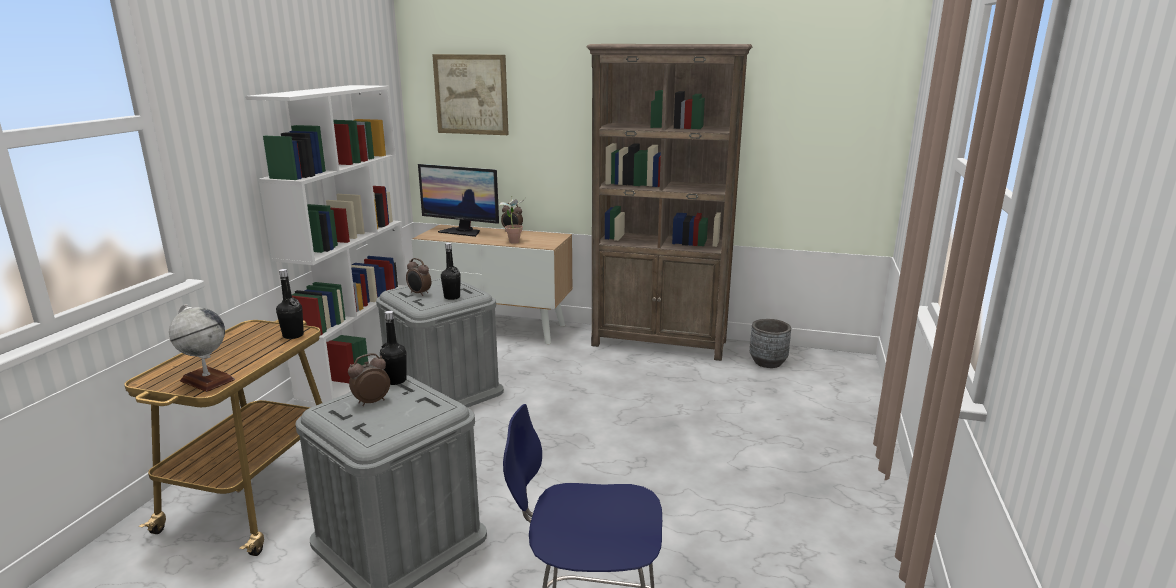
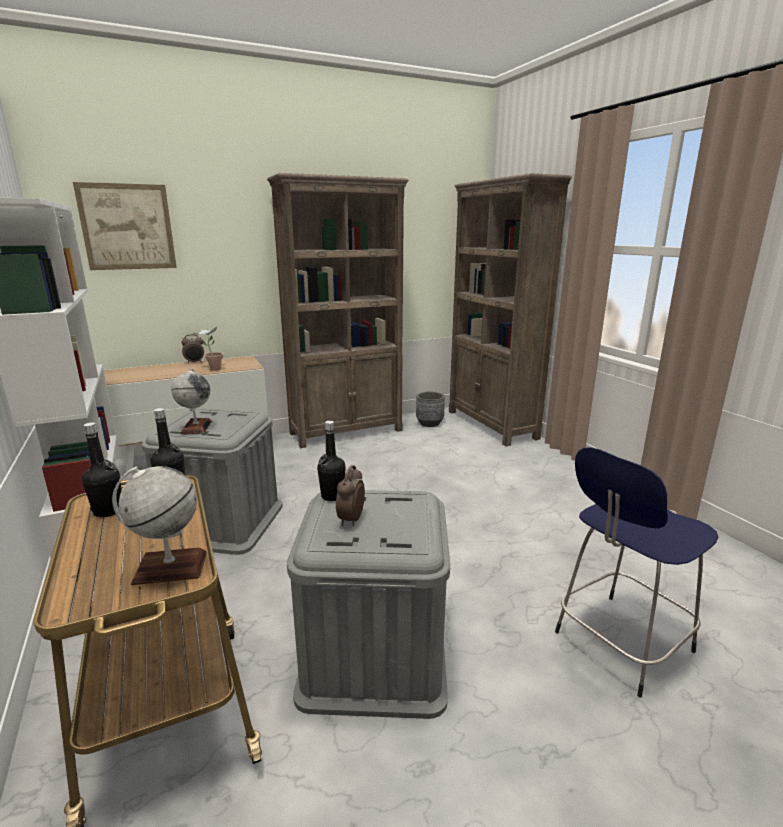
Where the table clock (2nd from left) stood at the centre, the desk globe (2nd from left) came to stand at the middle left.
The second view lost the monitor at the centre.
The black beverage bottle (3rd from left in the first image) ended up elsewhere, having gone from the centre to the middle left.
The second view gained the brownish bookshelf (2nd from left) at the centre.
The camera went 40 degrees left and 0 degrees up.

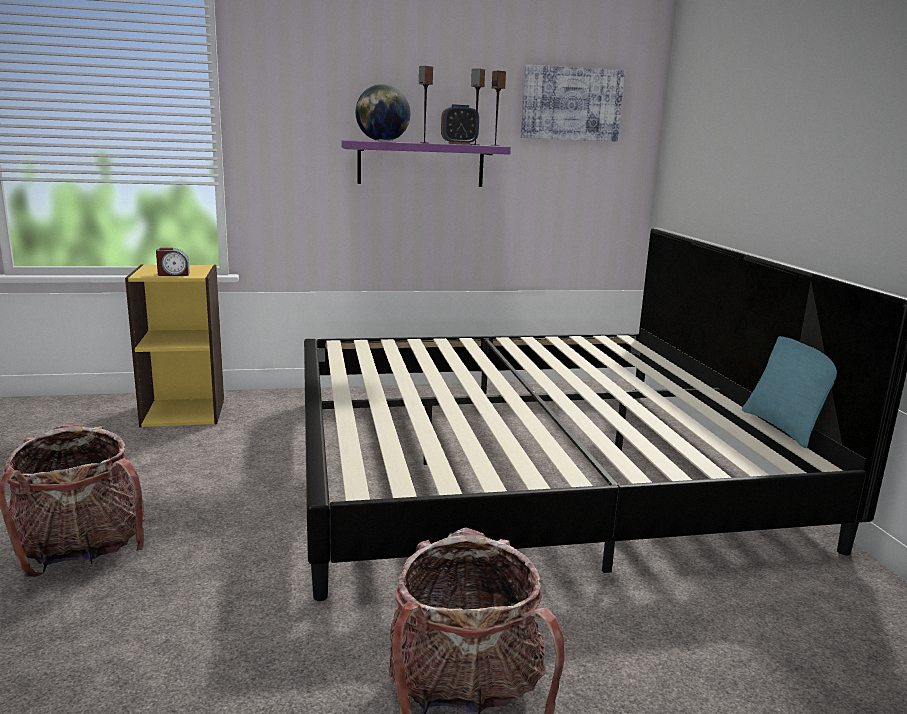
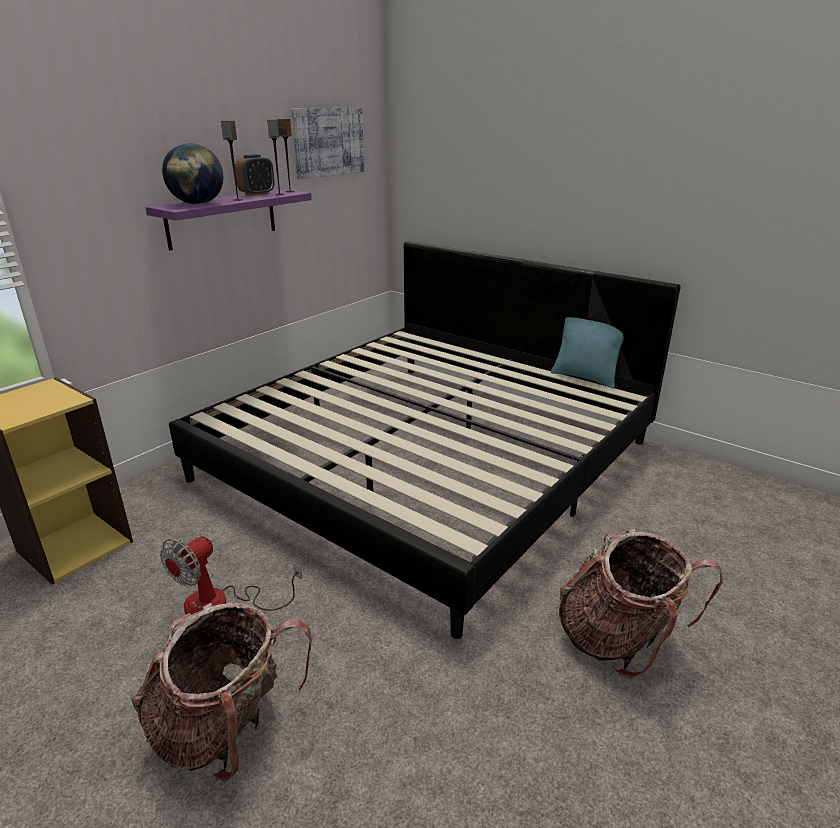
The second view lost the table clock (1st from left) at the middle left.
The second view gained the cooling fan at the bottom left.
The camera went 40 degrees left and 10 degrees up.

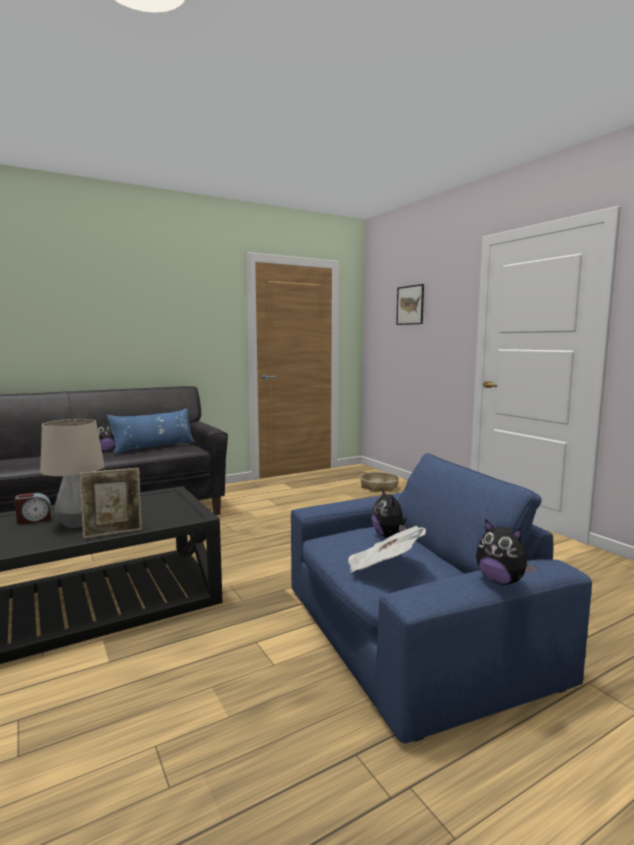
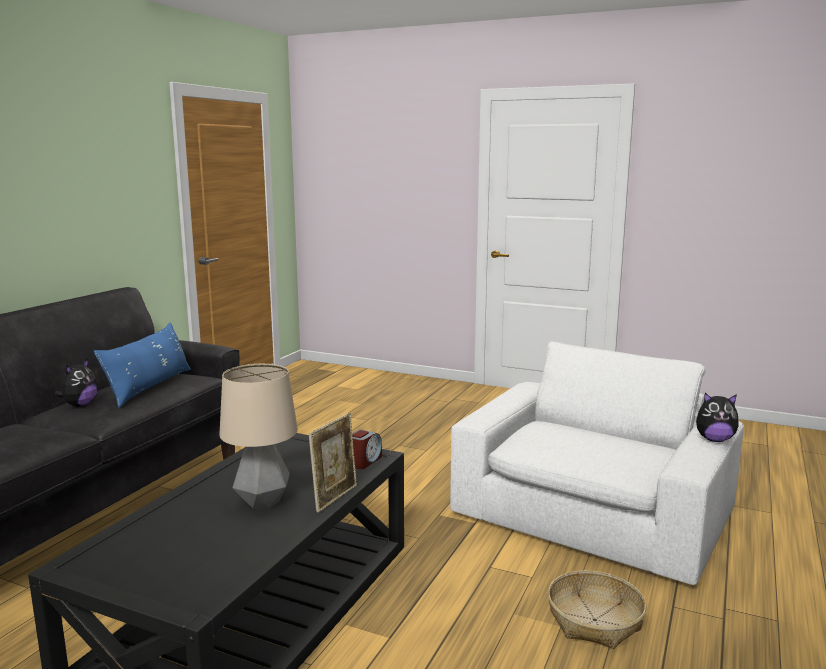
The table clock ended up elsewhere, having gone from the middle left to the bottom centre.
What was the blue armchair at the bottom right turned into the white-coloured armchair at the bottom right.
The second view lost the newspaper at the centre.
The storage basket ended up elsewhere, having gone from the centre to the bottom right.
The second view lost the cuddly toy (2nd from left) at the centre.
The second view lost the picture at the centre.
The camera went 35 degrees left and 5 degrees up.

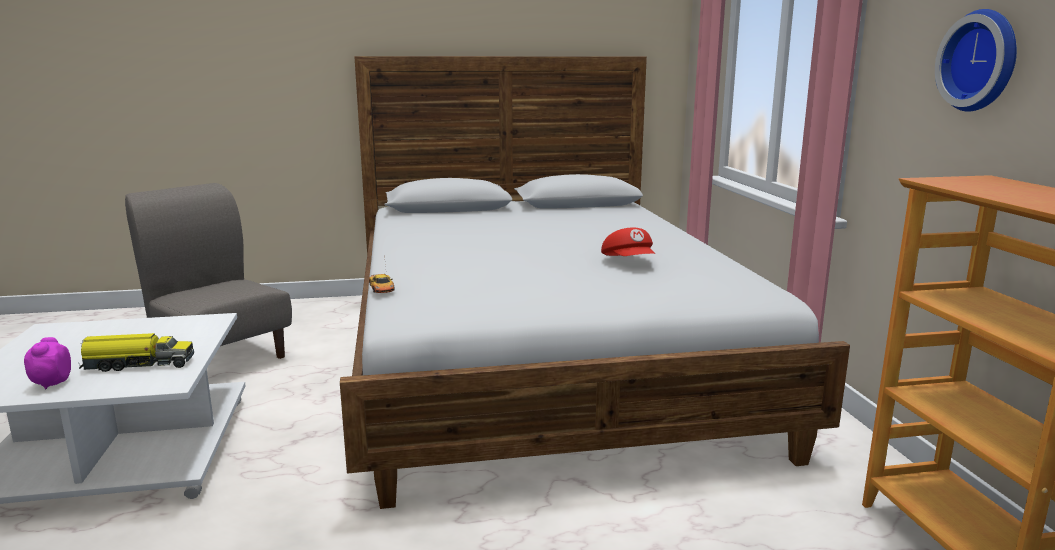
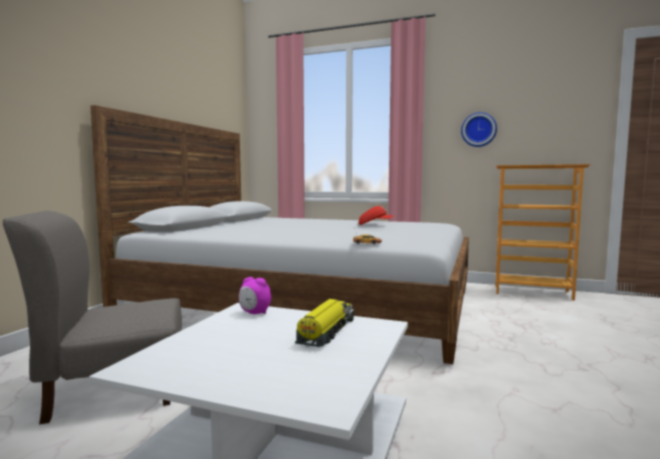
The table clock ended up elsewhere, having gone from the middle left to the centre.
The camera went 60 degrees left and 10 degrees down.

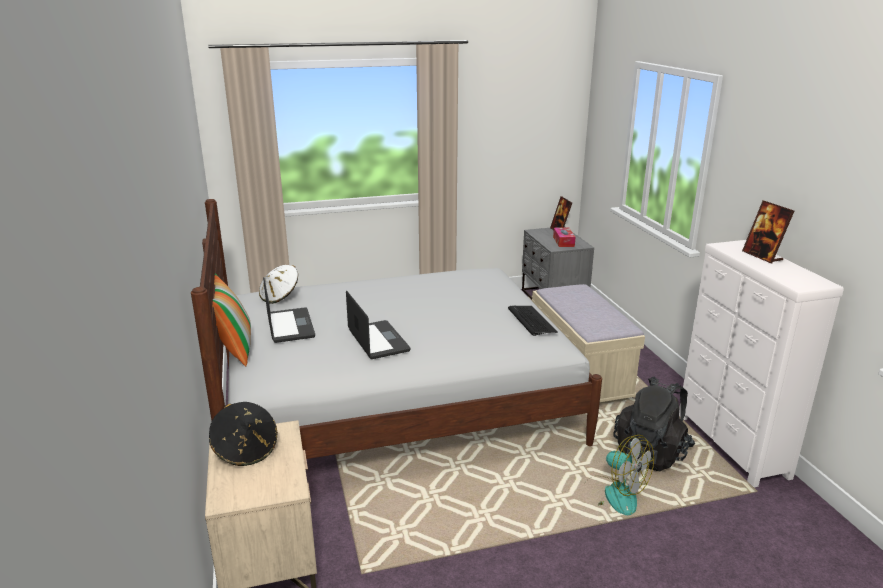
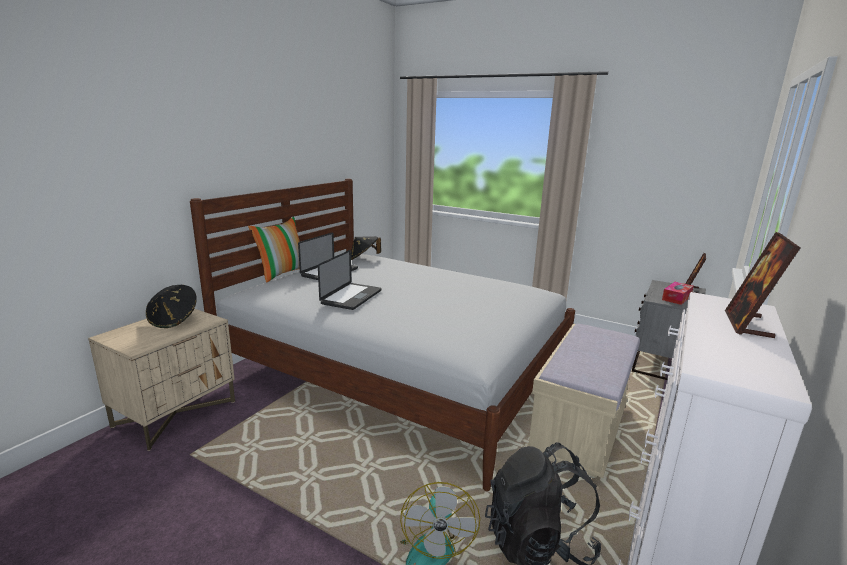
What was the white-coloured clothing hat at the middle left turned into the black clothing hat (2nd from left) at the centre.
The second view lost the keyboard at the centre.
The camera went 45 degrees right and 5 degrees down.

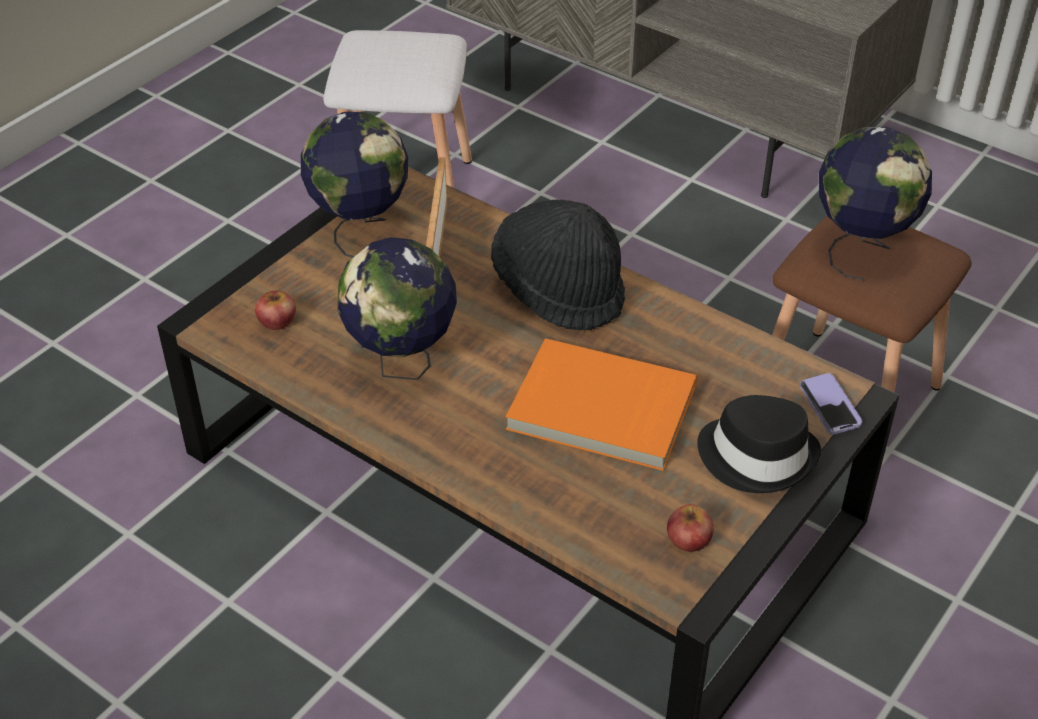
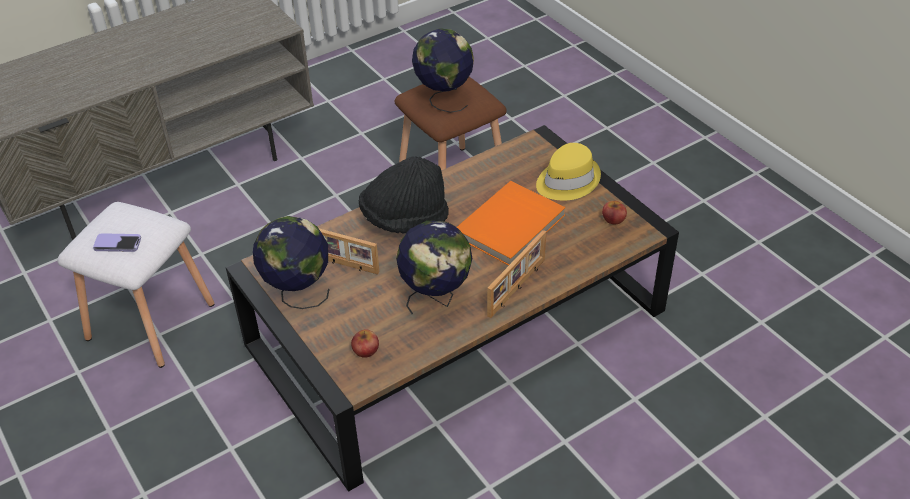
What was the black clothing hat (2nd from left) at the middle right turned into the yellow-coloured clothing hat at the centre.
The telephone ended up elsewhere, having gone from the middle right to the middle left.
The second view gained the picture frame (2nd from left) at the centre.
The camera went 70 degrees left and 0 degrees up.

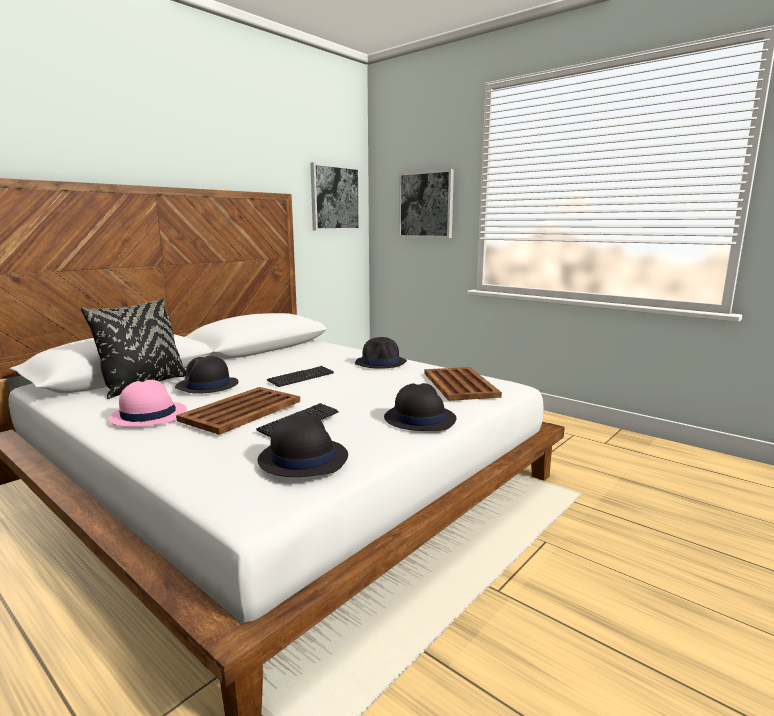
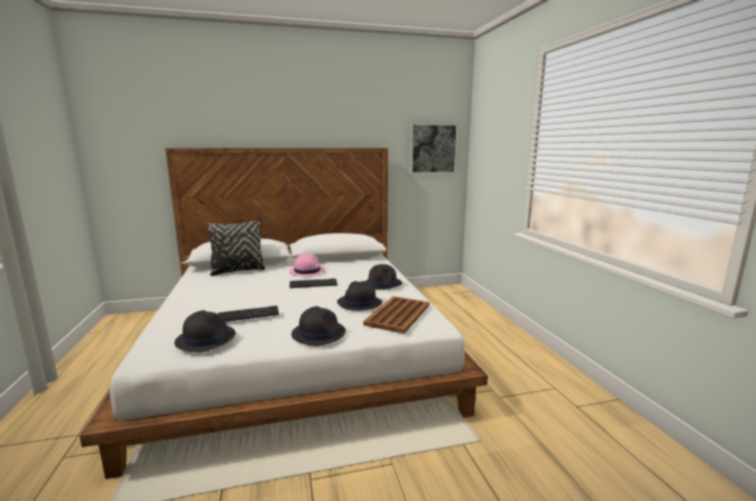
The pinkish clothing hat ended up elsewhere, having gone from the middle left to the centre.
The black clothing hat (1st from left in the first image) ended up elsewhere, having gone from the middle left to the centre.
The second view lost the brownish serving tray (1st from left) at the middle left.
The second view lost the picture (2nd from left) at the top centre.
The camera went 35 degrees right and 0 degrees up.

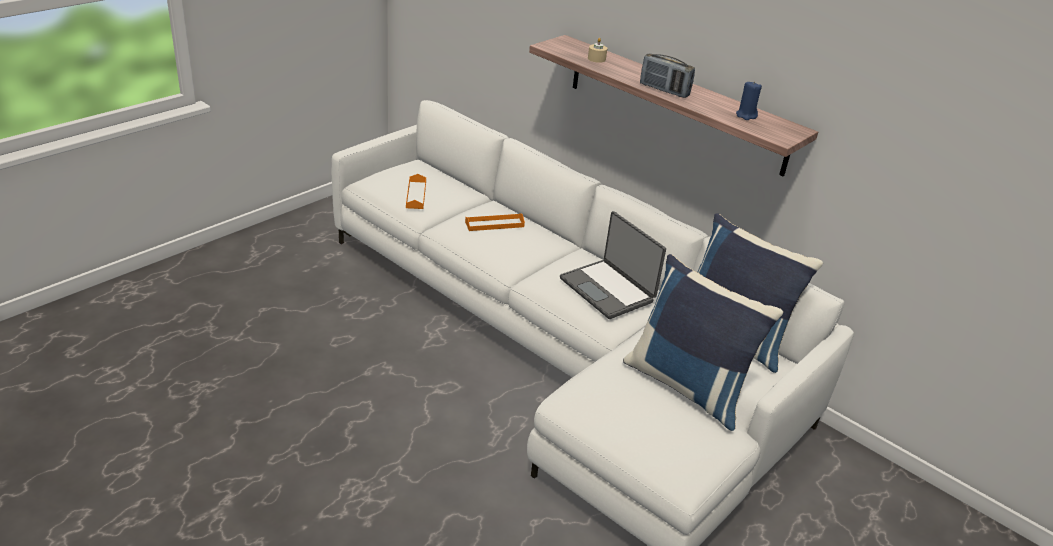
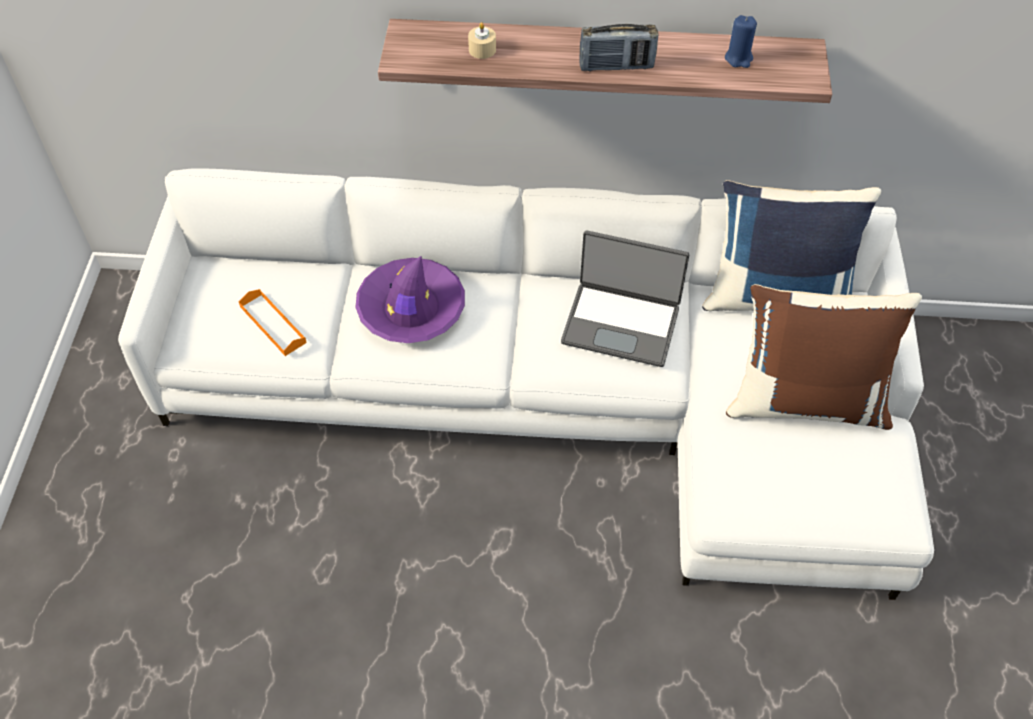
Where the orange serving tray (2nd from left) stood at the centre, the purple-coloured clothing hat came to stand at the centre.
What was the blue pillow (1st from left) at the middle right turned into the brownish pillow at the middle right.
The camera went 35 degrees left and 20 degrees up.

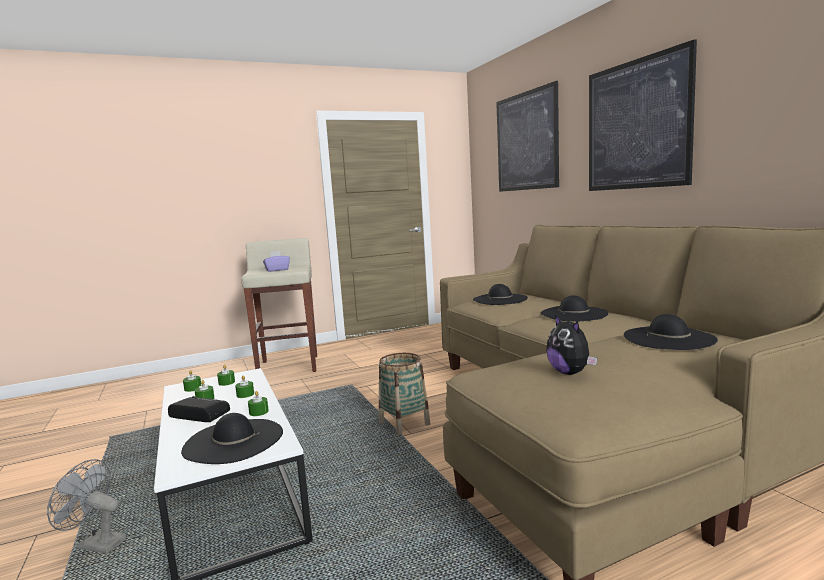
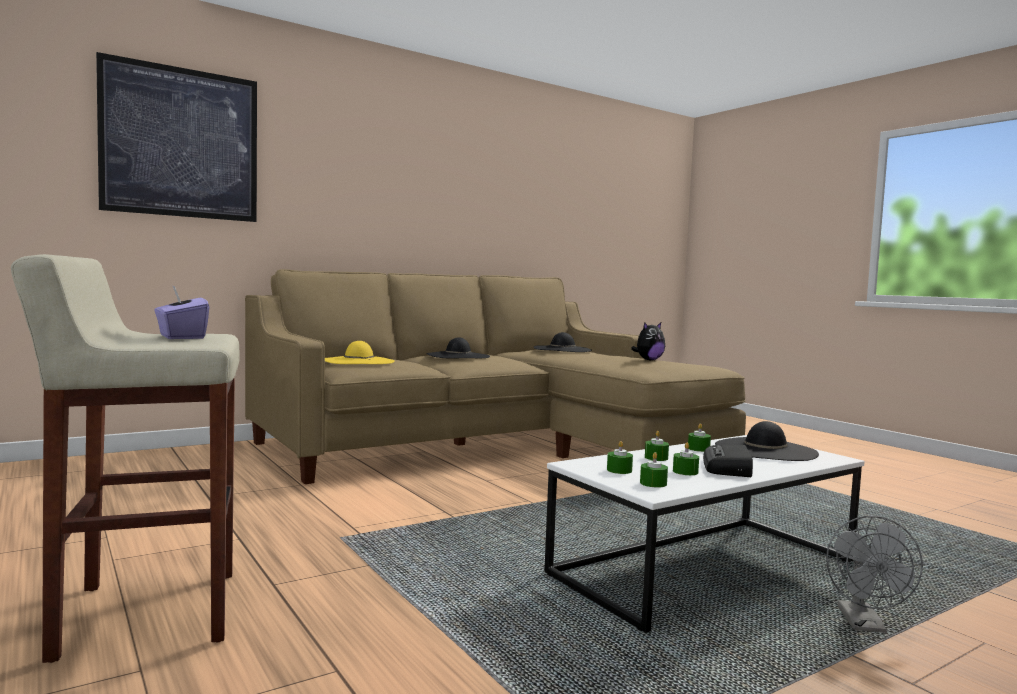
The second view lost the storage basket at the bottom centre.
What was the black clothing hat (2nd from left) at the centre turned into the yellow-coloured clothing hat at the centre.
The second view lost the picture (2nd from left) at the top right.
The camera went 100 degrees left and 5 degrees down.

